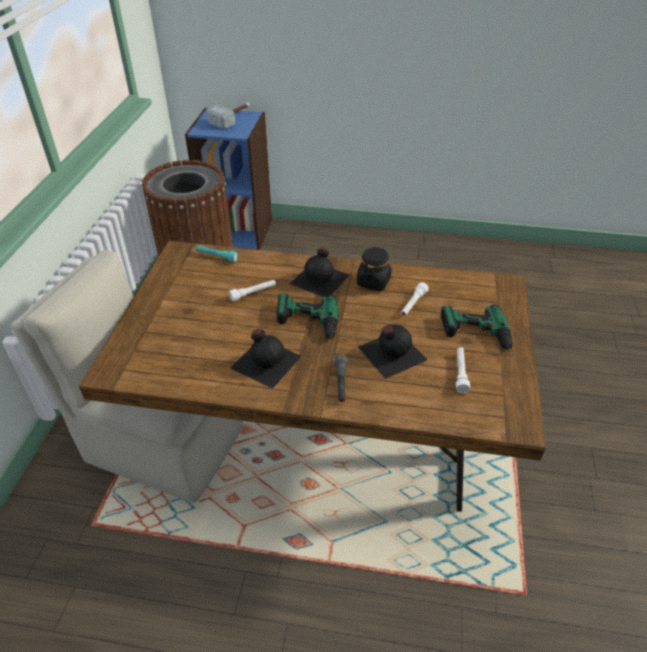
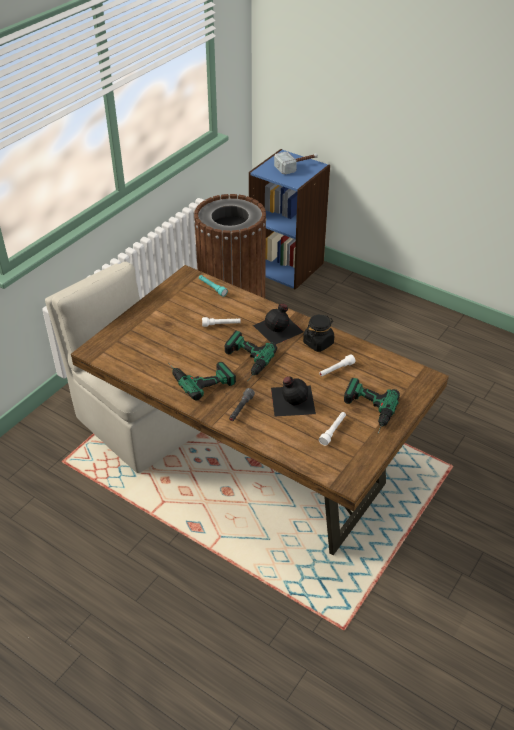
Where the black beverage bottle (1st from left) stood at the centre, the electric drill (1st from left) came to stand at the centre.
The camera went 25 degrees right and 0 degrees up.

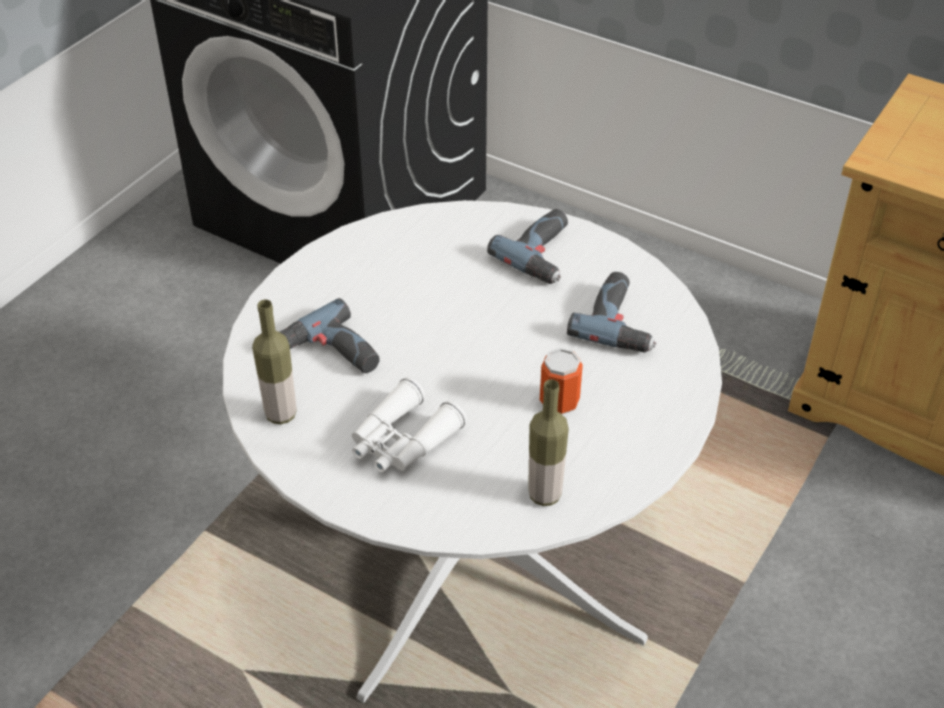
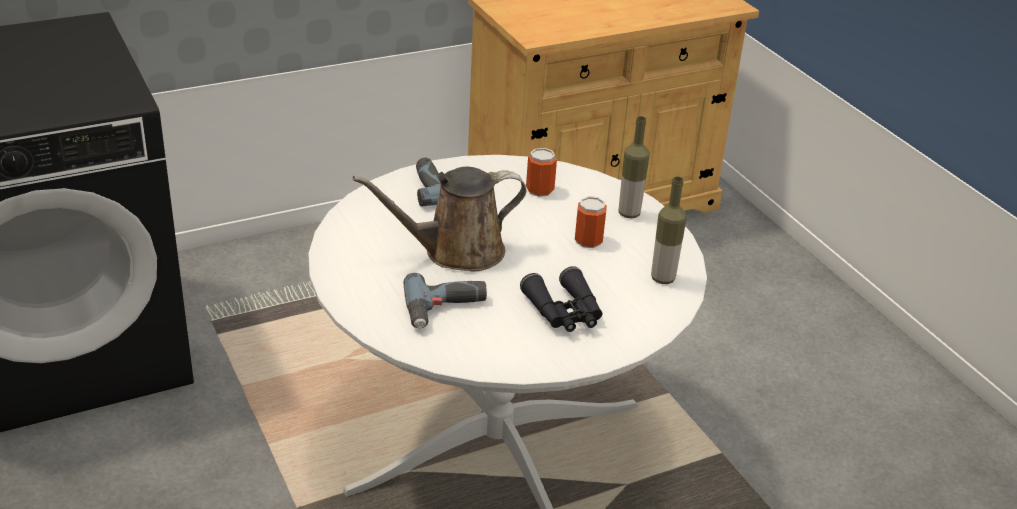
The beverage bottle (1st from left) ended up elsewhere, having gone from the middle left to the top centre.
What was the white-coloured binoculars at the centre turned into the black binoculars at the centre.
Where the electric drill (3rd from left) stood at the centre, the metal can (1st from left) came to stand at the centre.
The second view gained the brownish watering can at the centre.
The camera went 60 degrees left and 10 degrees down.

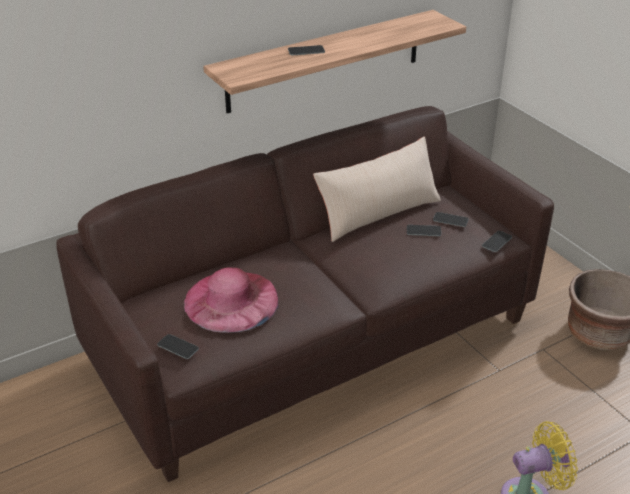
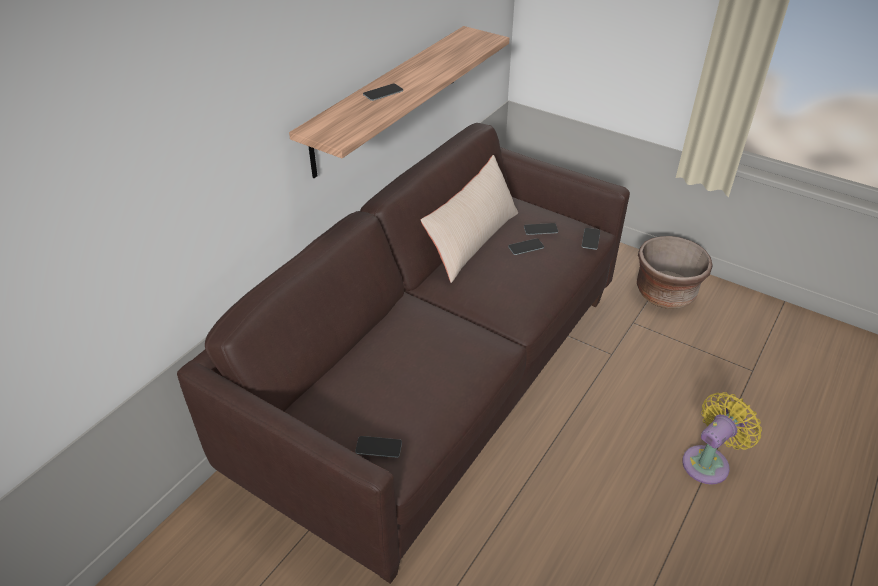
The second view lost the pinkish clothing hat at the centre.
The camera went 25 degrees left and 5 degrees up.

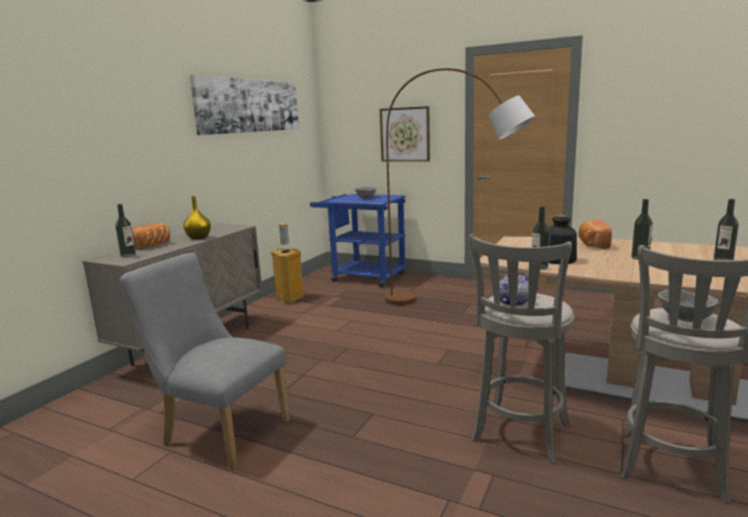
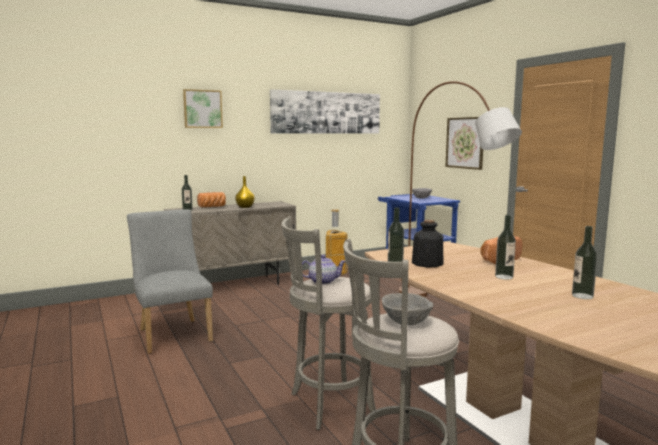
The second view gained the picture (1st from left) at the top left.
The camera went 35 degrees right and 5 degrees down.

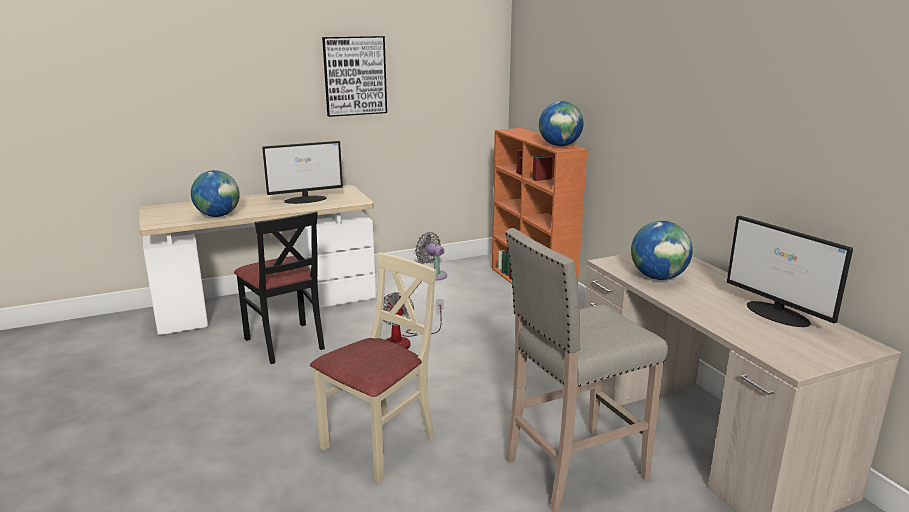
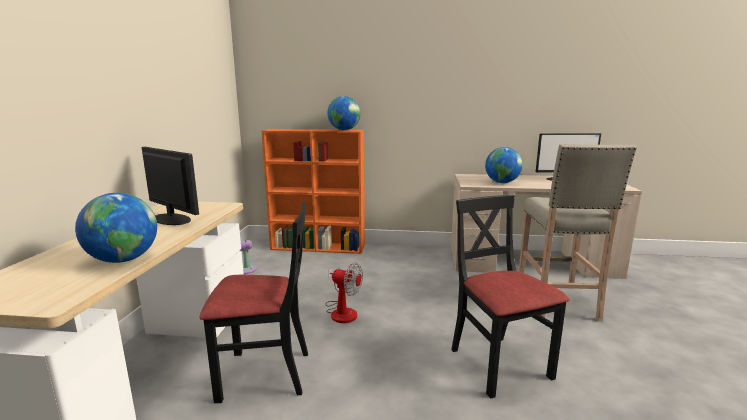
The monitor (1st from left) at the middle left ended up facing another way, 60 degrees counterclockwise from before.
What was the beige chair at the bottom centre turned into the black chair (2nd from left) at the bottom right.
The second view lost the picture at the top centre.
The camera went 60 degrees left and 5 degrees down.

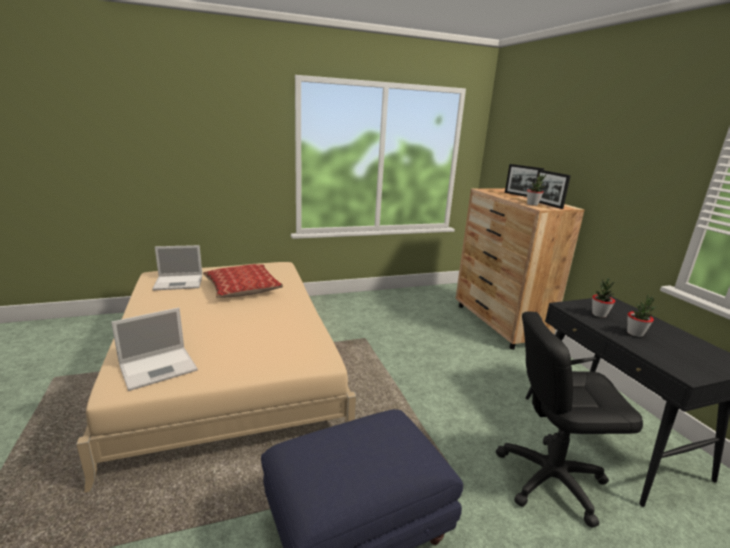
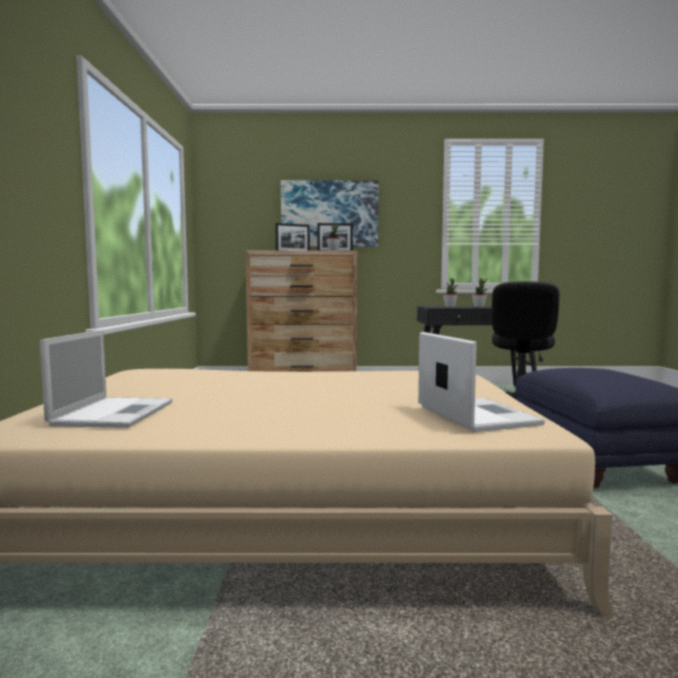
The second view lost the pillow at the middle left.
The second view gained the picture at the top centre.
The camera went 70 degrees left and 15 degrees down.

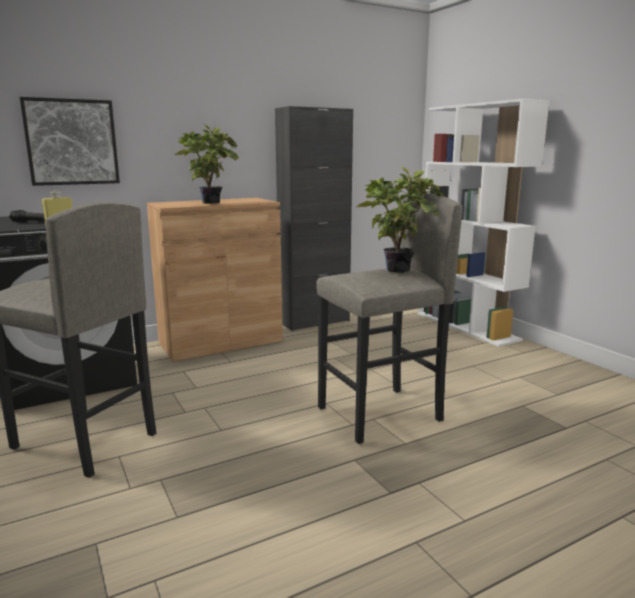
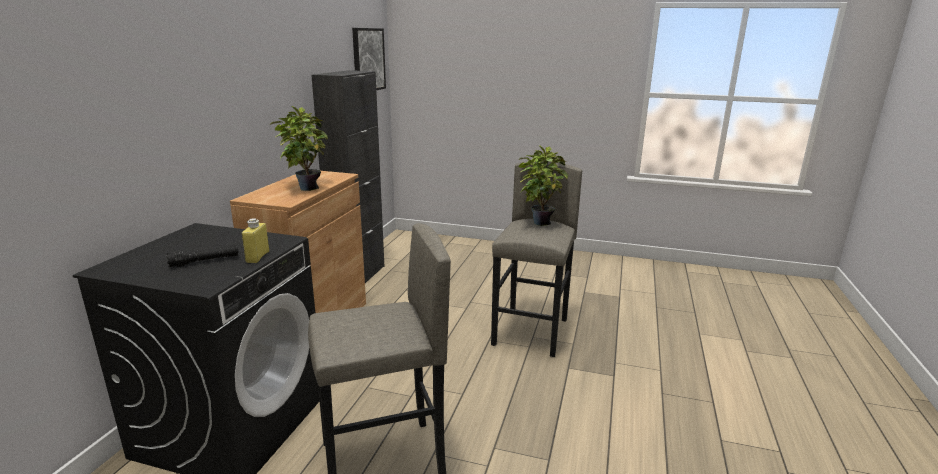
The picture ended up elsewhere, having gone from the top left to the top centre.
The second view lost the white-coloured bookshelf at the middle right.
The camera went 45 degrees left and 5 degrees up.

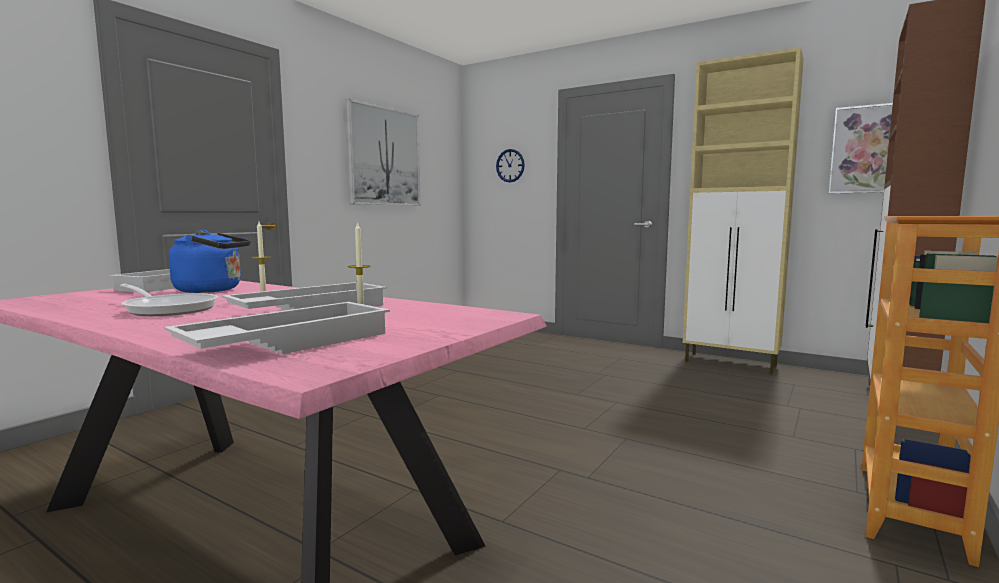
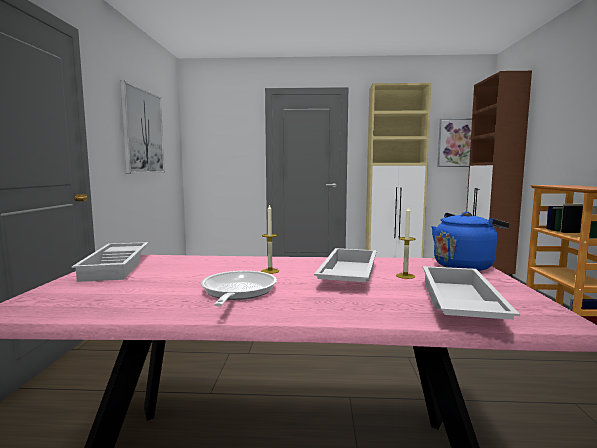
The frying pan at the middle left ended up facing another way, 90 degrees counterclockwise from before.
The blue tea kettle ended up elsewhere, having gone from the middle left to the middle right.
The second view lost the wall clock at the top centre.
The camera went 30 degrees left and 0 degrees up.

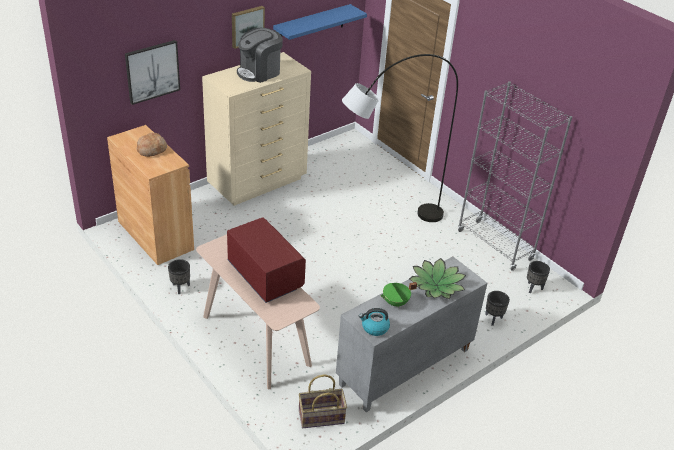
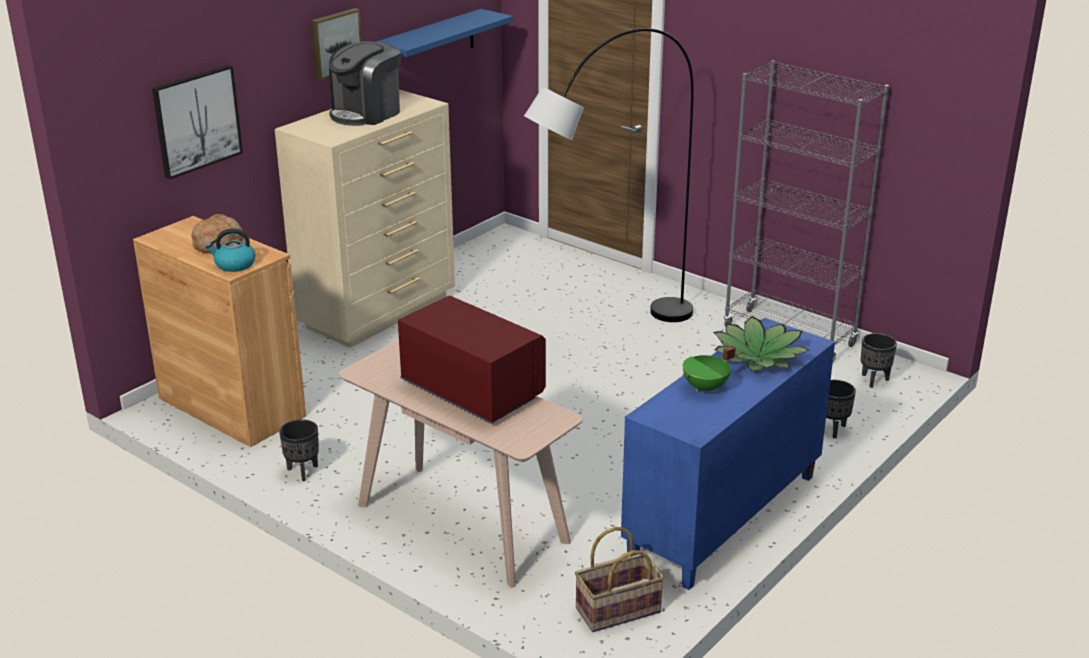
What was the greyish cupboard at the bottom centre turned into the blue cupboard at the bottom right.
The tea kettle ended up elsewhere, having gone from the bottom centre to the middle left.
The camera went 10 degrees left and 10 degrees down.

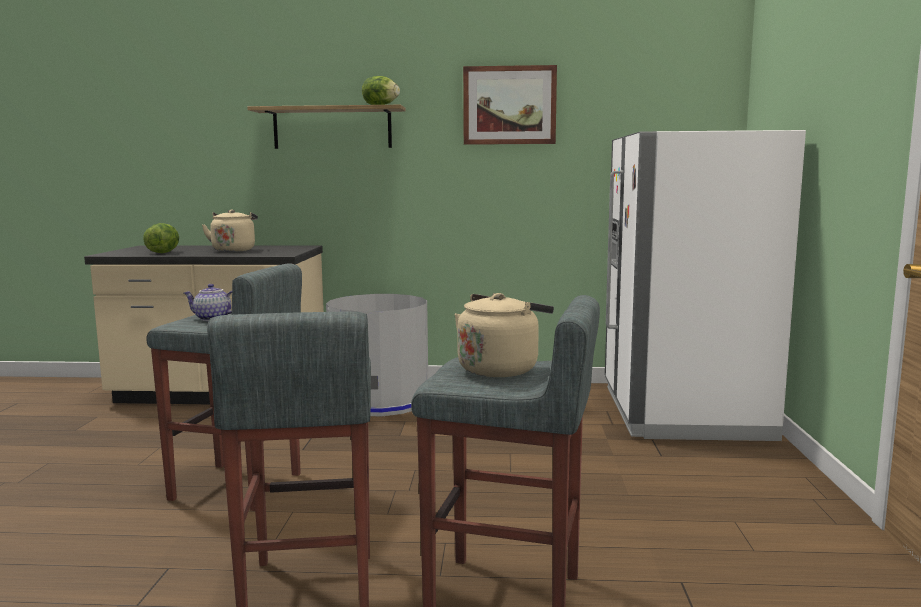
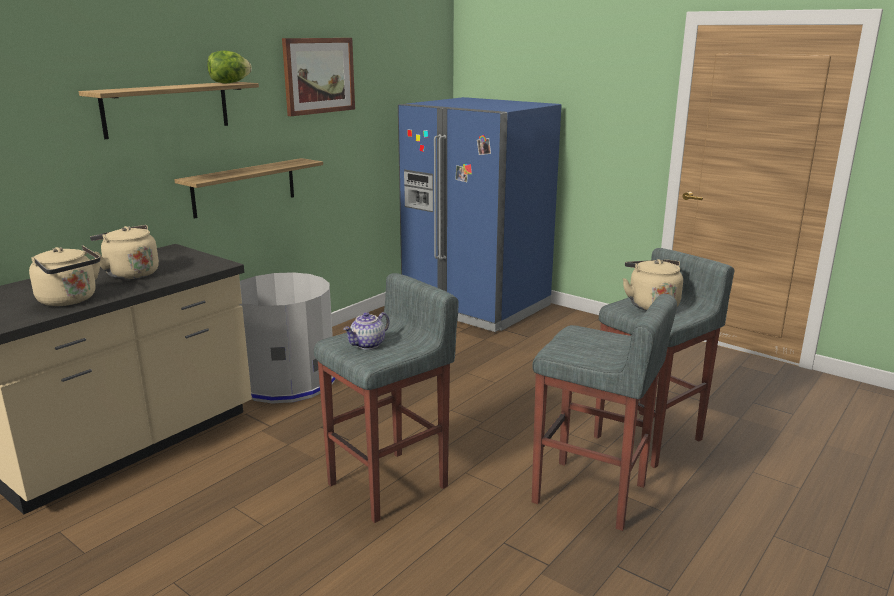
Where the lettuce head (1st from left) stood at the middle left, the beige tea kettle (1st from left) came to stand at the middle left.
What was the white-coloured kitchen fridge at the middle right turned into the blue kitchen fridge at the centre.
The second view gained the shelf (2nd from left) at the top left.
The camera went 55 degrees left and 10 degrees up.

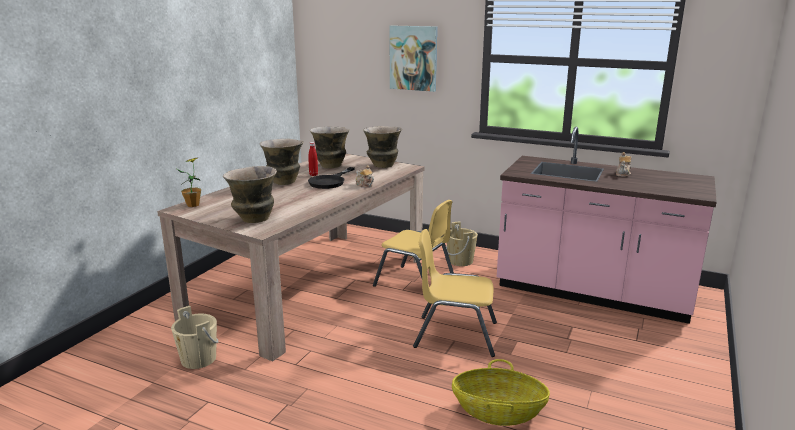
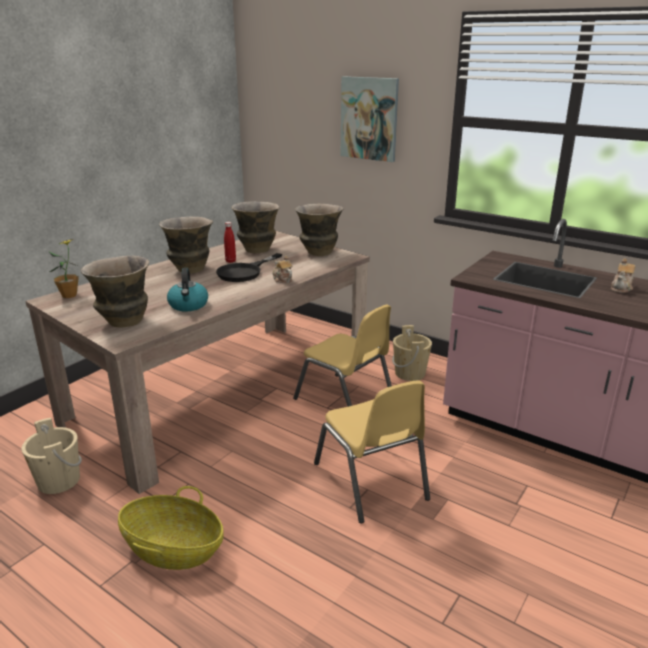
The yellow-coloured chair (2nd from left) at the bottom centre ended up facing another way, 135 degrees counterclockwise from before.
The storage basket ended up elsewhere, having gone from the bottom centre to the bottom left.
The second view gained the tea kettle at the middle left.
The camera went 10 degrees right and 5 degrees up.

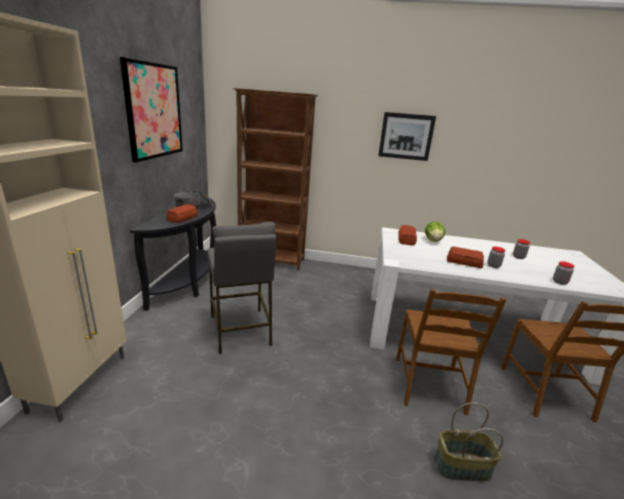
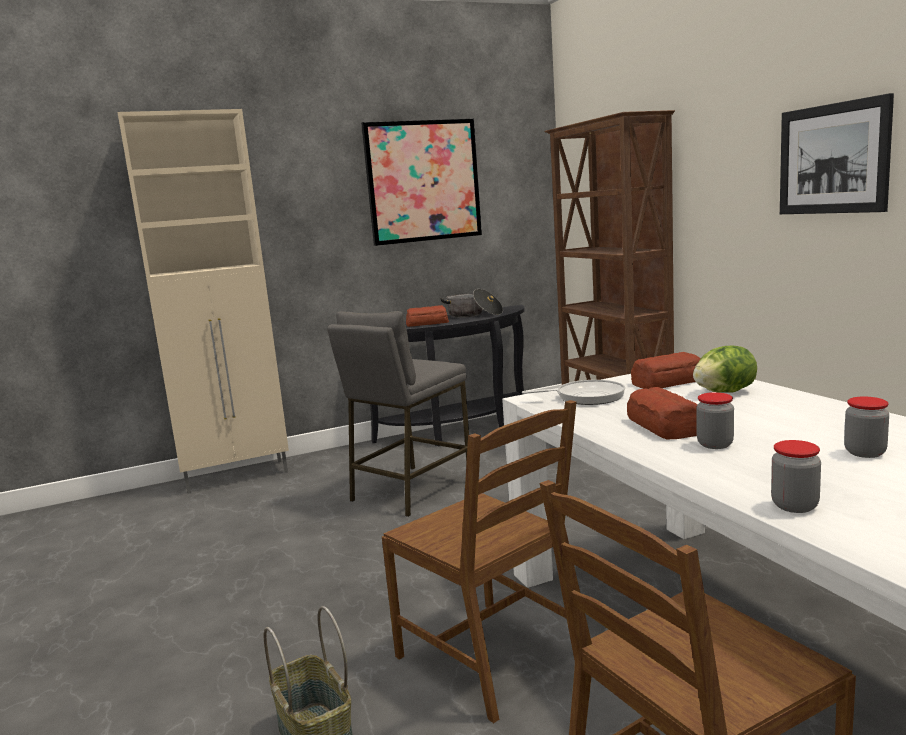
The brownish chair (1st from left) at the bottom right ended up facing another way, 105 degrees counterclockwise from before.
The second view gained the frying pan at the centre.
The camera went 60 degrees right and 10 degrees down.

